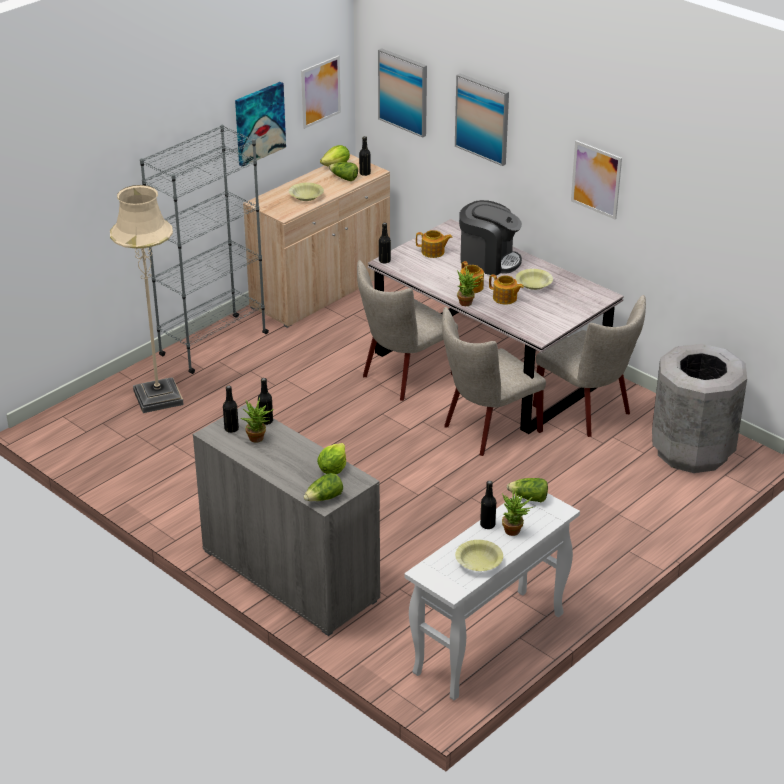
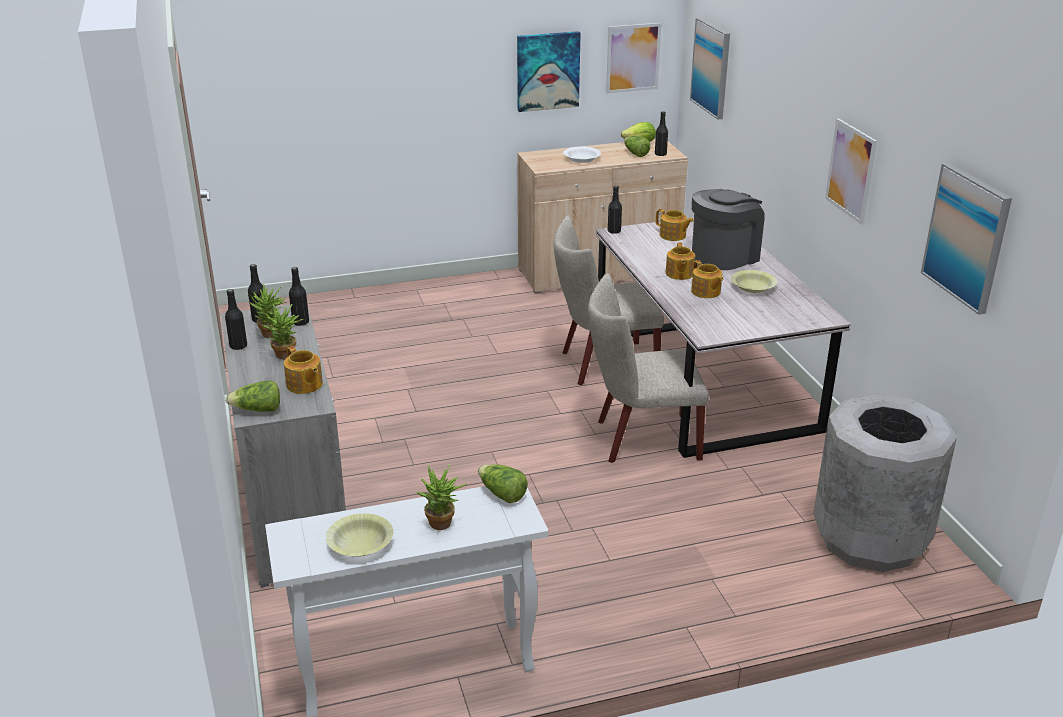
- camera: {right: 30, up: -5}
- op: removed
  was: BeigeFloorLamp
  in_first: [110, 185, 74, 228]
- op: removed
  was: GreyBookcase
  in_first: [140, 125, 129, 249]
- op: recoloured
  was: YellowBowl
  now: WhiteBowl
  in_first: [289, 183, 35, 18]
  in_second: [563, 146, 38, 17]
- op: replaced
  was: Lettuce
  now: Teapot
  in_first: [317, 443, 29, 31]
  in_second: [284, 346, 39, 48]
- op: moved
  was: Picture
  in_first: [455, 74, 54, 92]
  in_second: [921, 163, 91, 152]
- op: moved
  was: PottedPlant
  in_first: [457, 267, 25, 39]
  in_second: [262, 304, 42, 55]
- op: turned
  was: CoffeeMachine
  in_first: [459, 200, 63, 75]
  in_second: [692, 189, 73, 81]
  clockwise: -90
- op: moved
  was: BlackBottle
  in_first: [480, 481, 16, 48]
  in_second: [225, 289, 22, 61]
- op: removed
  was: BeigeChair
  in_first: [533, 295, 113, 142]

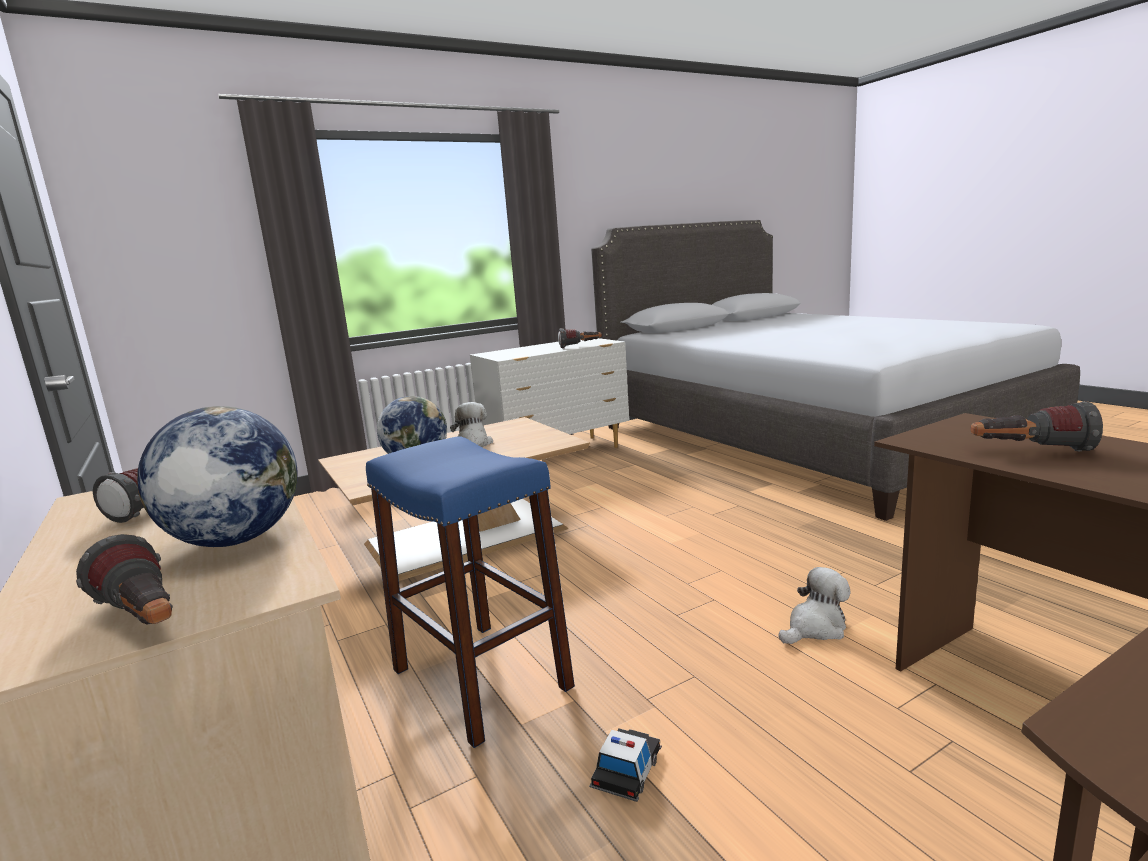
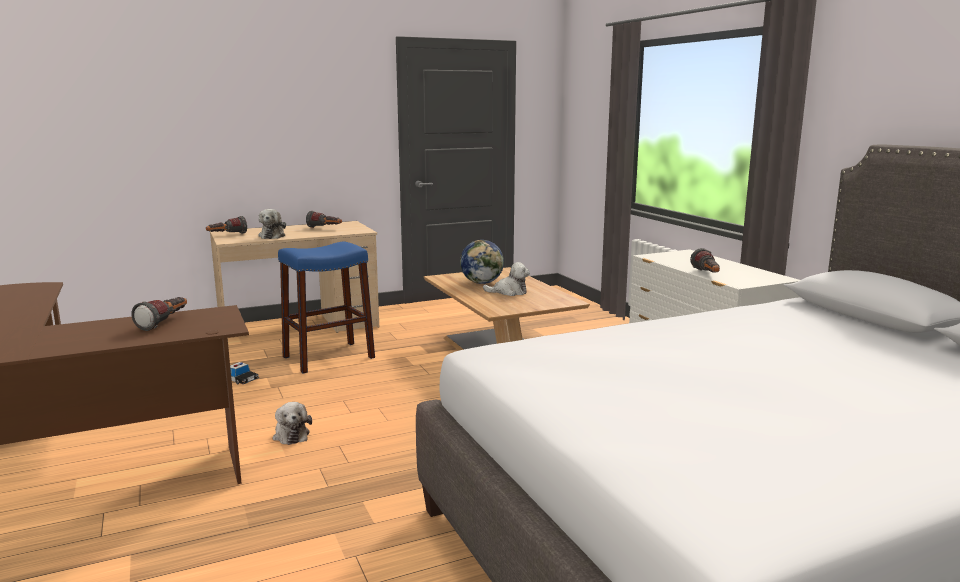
- camera: {right: 95, up: 0}
- op: replaced
  was: Globe
  now: PlushToy
  in_first: [137, 406, 161, 141]
  in_second: [258, 209, 28, 30]

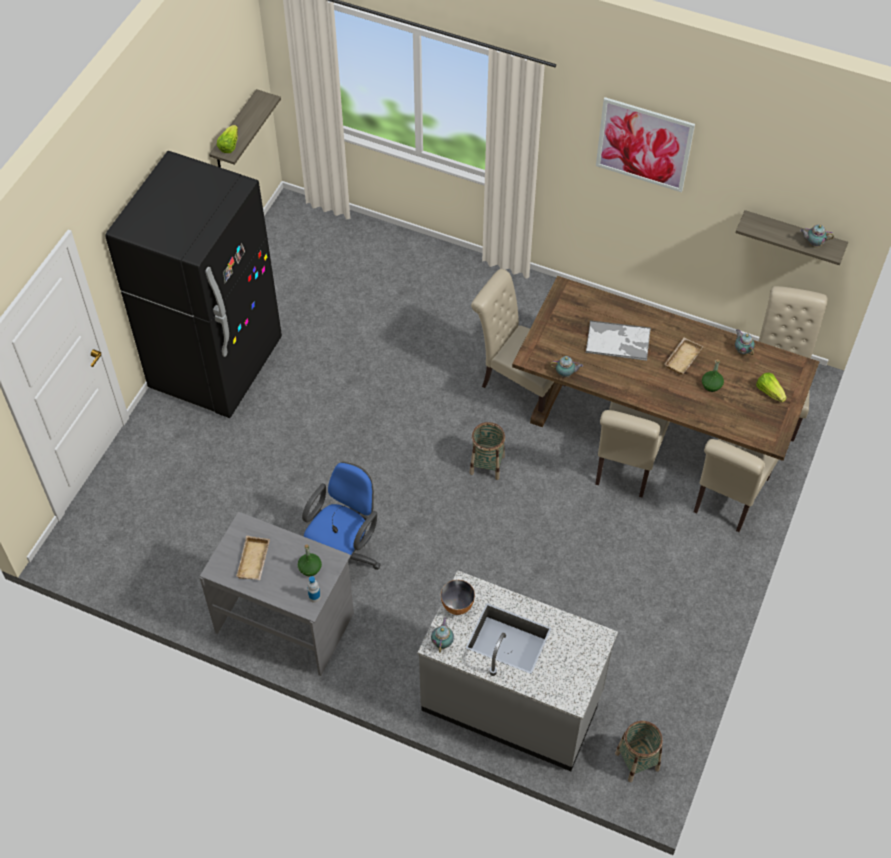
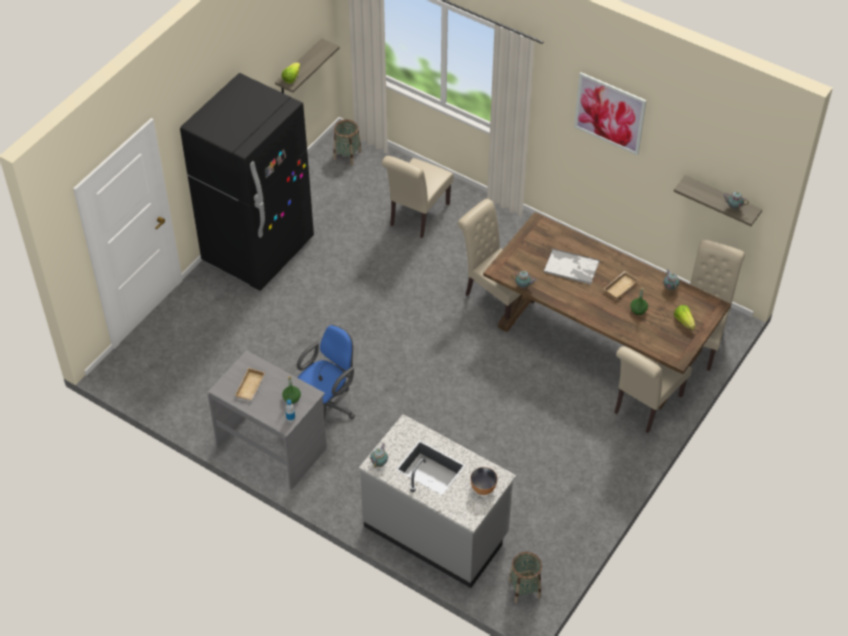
- camera: {right: 10, up: -5}
- op: moved
  was: Bowl
  in_first: [441, 580, 34, 35]
  in_second: [470, 467, 27, 28]
- op: moved
  was: Basket
  in_first: [470, 422, 35, 58]
  in_second: [333, 119, 29, 46]
- op: moved
  was: BeigeChair
  in_first: [595, 402, 75, 96]
  in_second: [382, 156, 72, 82]

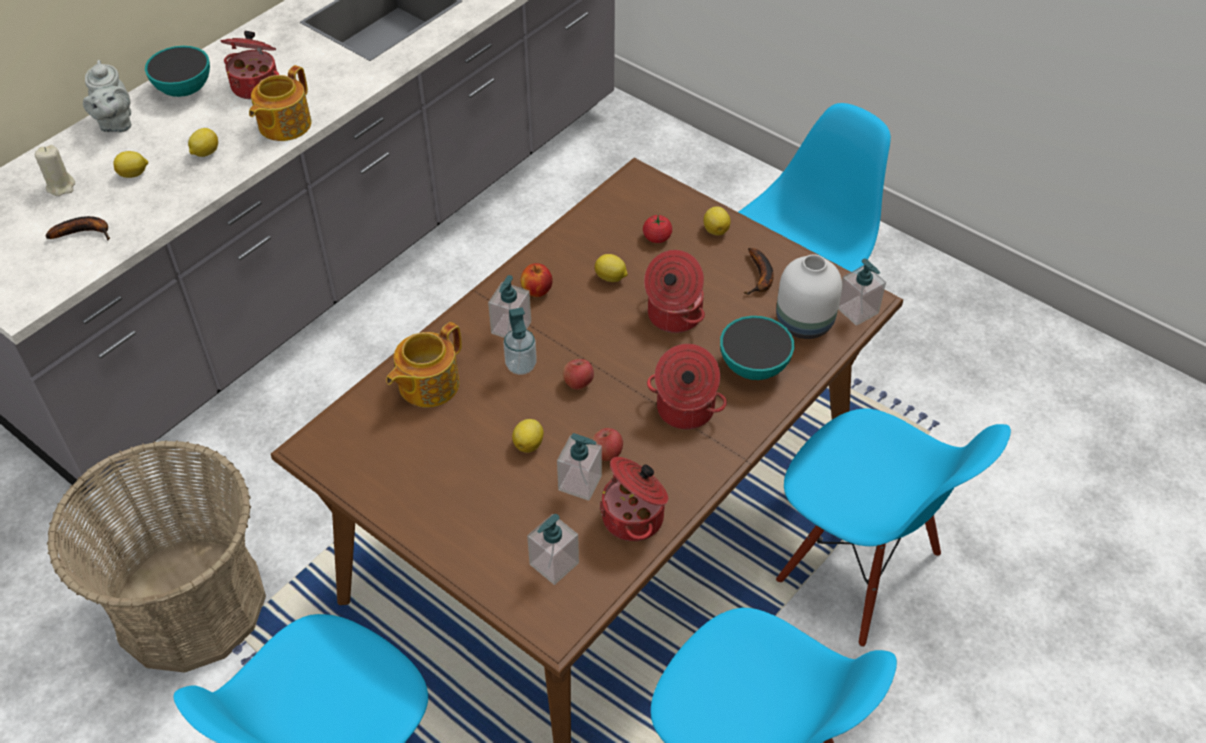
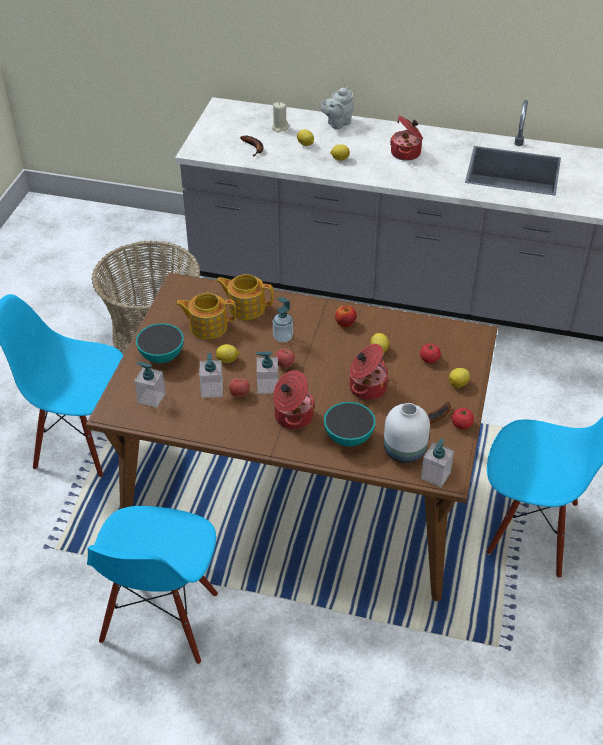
- camera: {right: 65, up: -5}
- op: moved
  was: Bowl
  in_first: [145, 46, 65, 51]
  in_second: [136, 323, 48, 40]
- op: moved
  was: Teapot
  in_first: [249, 65, 63, 76]
  in_second: [175, 293, 61, 46]
- op: moved
  was: SoapDispenser
  in_first: [488, 275, 43, 63]
  in_second: [256, 351, 22, 43]
- op: removed
  was: CookingPot
  in_first: [599, 457, 69, 84]
- op: removed
  was: BlueChair
  in_first: [776, 408, 235, 239]
- op: added
  now: Tomato
  in_second: [452, 408, 22, 21]

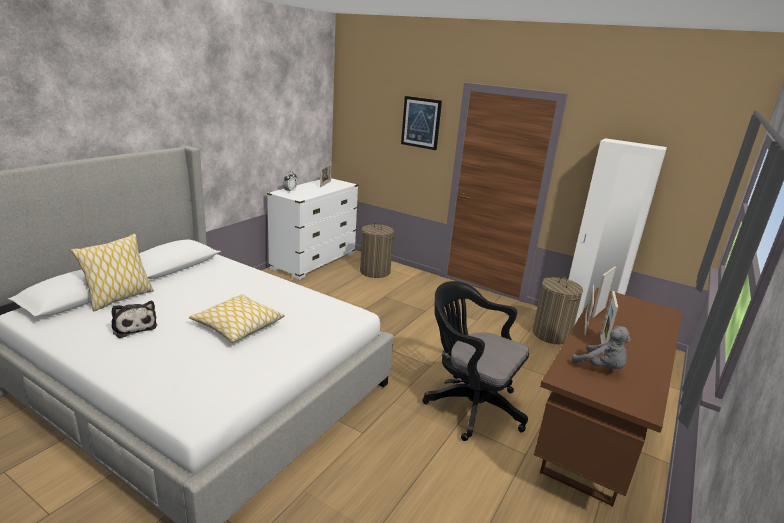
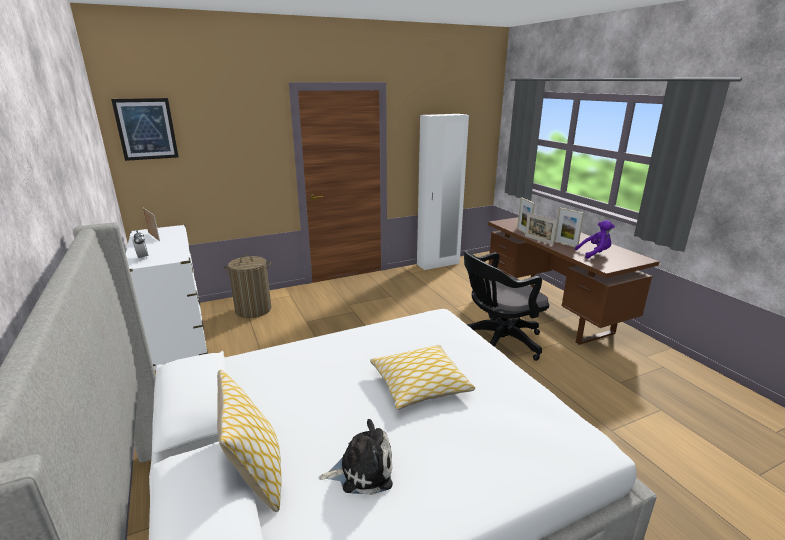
- camera: {right: -55, up: 0}
- op: moved
  was: Picture
  in_first: [401, 96, 41, 54]
  in_second: [111, 98, 68, 63]
- op: removed
  was: LaundryBasket
  in_first: [533, 277, 50, 67]
- op: recoloured
  was: GreyPlushToy
  now: PurplePlushToy
  in_first: [572, 326, 59, 43]
  in_second: [575, 220, 40, 39]

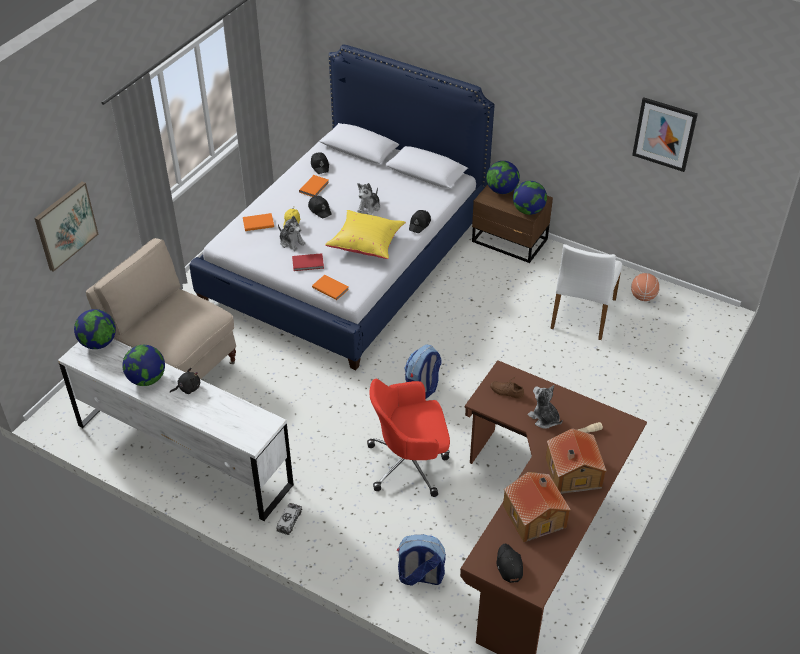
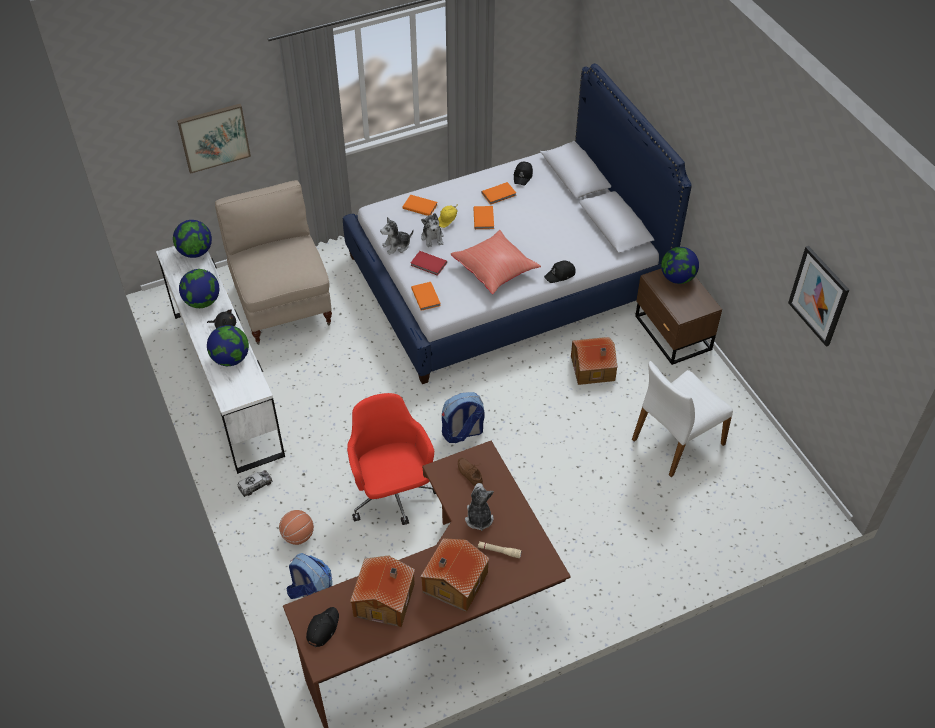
- camera: {right: 35, up: 5}
- op: replaced
  was: BlackCap
  now: OrangeBook
  in_first: [308, 196, 24, 22]
  in_second: [473, 206, 21, 23]
- op: recoloured
  was: YellowPillow
  now: RedPillow
  in_first: [325, 210, 81, 49]
  in_second: [451, 230, 90, 64]
- op: moved
  was: PlushToy
  in_first: [357, 183, 23, 32]
  in_second: [380, 217, 34, 38]
- op: turned
  was: RedOfficeChair
  in_first: [367, 379, 83, 118]
  in_second: [347, 393, 89, 132]
  clockwise: 45
- op: moved
  was: Globe
  in_first: [513, 181, 34, 34]
  in_second: [207, 325, 42, 41]
- op: moved
  was: Basketball
  in_first: [631, 273, 28, 28]
  in_second: [279, 510, 35, 35]
- op: added
  now: ToyHouse
  in_second: [571, 337, 47, 48]

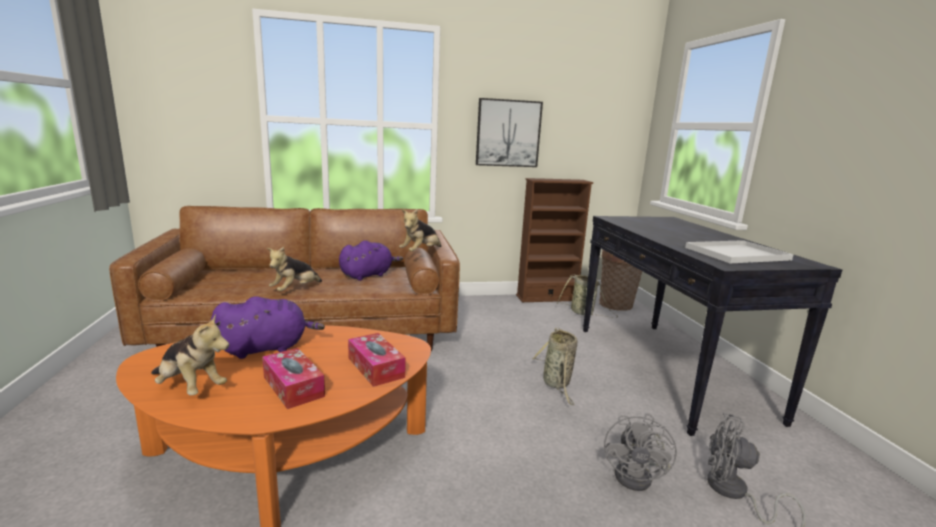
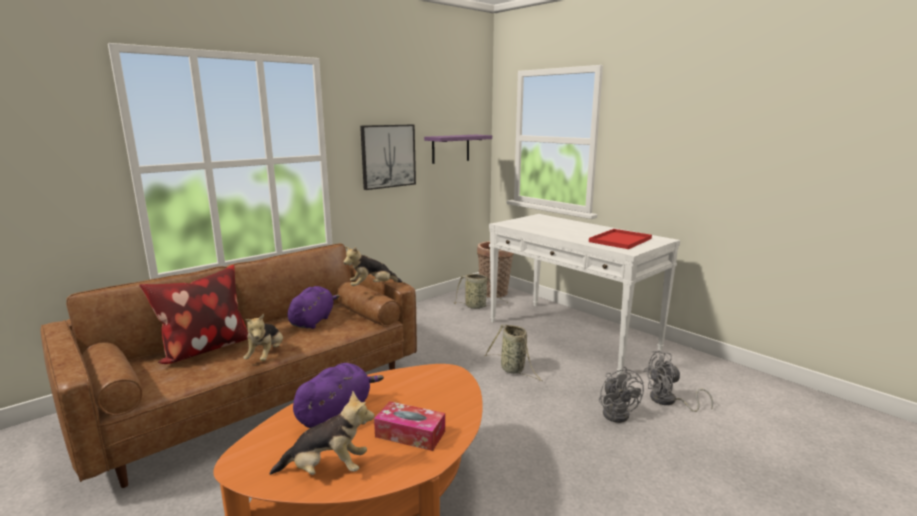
- camera: {right: -30, up: 0}
- op: removed
  was: TissueBox
  in_first: [348, 333, 58, 54]
- op: turned
  was: PlushToy
  in_first: [399, 209, 42, 43]
  in_second: [343, 247, 59, 39]
  clockwise: 60
- op: removed
  was: BrownBookcase
  in_first: [516, 178, 77, 124]
- op: recoloured
  was: BlackConsoleTable
  now: WhiteConsoleTable
  in_first: [583, 216, 259, 220]
  in_second: [489, 214, 191, 160]
- op: recoloured
  was: WhiteTray
  now: RedTray
  in_first: [685, 240, 109, 23]
  in_second: [589, 229, 63, 20]
- op: added
  now: Pillow
  in_second: [139, 265, 109, 99]
- op: added
  now: PurpleShelf
  in_second: [424, 135, 68, 29]

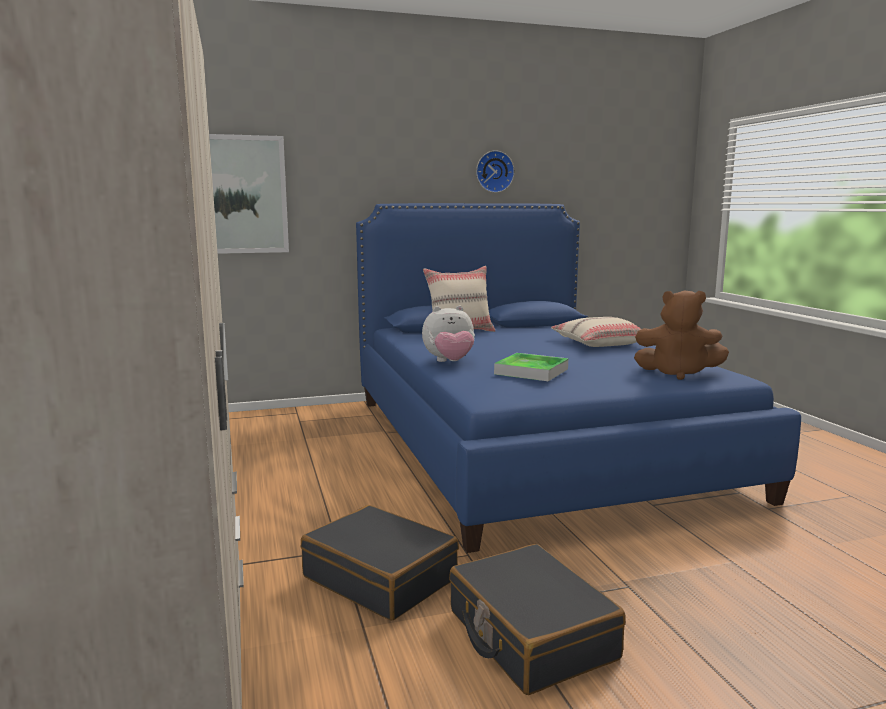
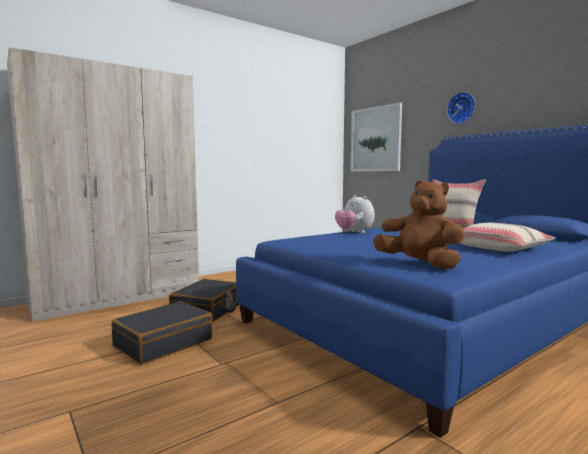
- camera: {right: 70, up: -5}
- op: moved
  was: WallClock
  in_first: [476, 150, 39, 43]
  in_second: [447, 92, 29, 32]
- op: removed
  was: Tray
  in_first: [494, 353, 74, 28]
- op: turned
  was: BrownPlushToy
  in_first: [634, 290, 95, 90]
  in_second: [373, 180, 92, 89]
  clockwise: 135

